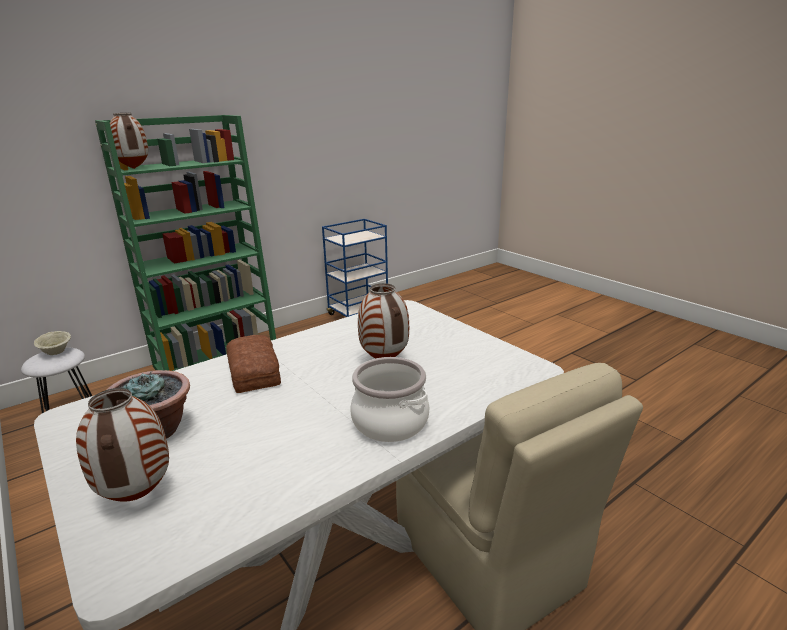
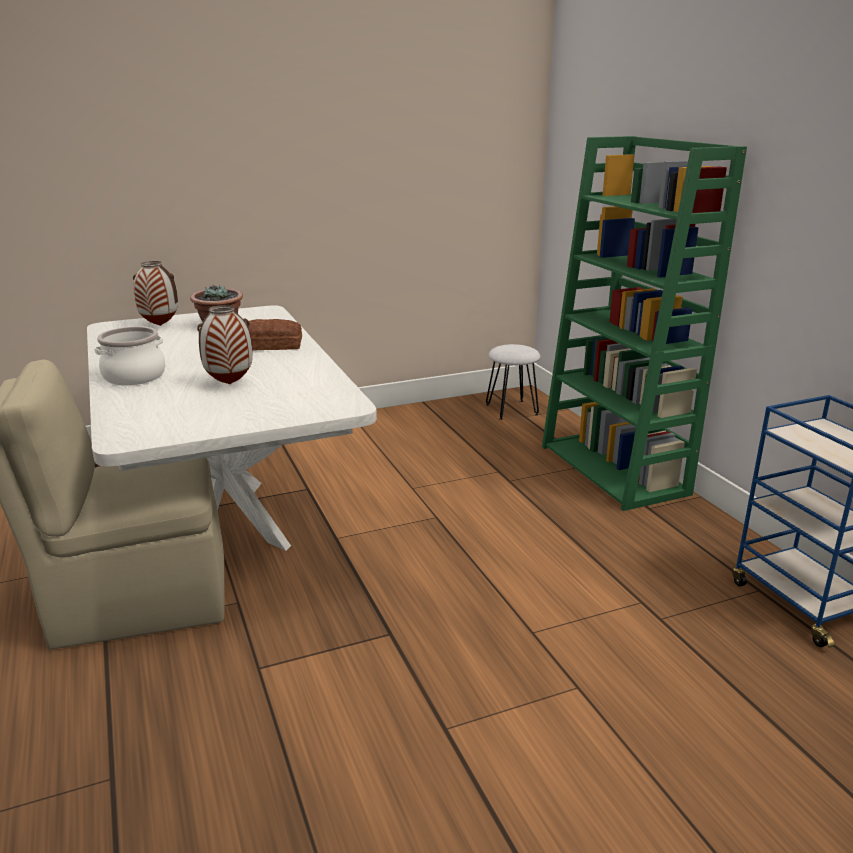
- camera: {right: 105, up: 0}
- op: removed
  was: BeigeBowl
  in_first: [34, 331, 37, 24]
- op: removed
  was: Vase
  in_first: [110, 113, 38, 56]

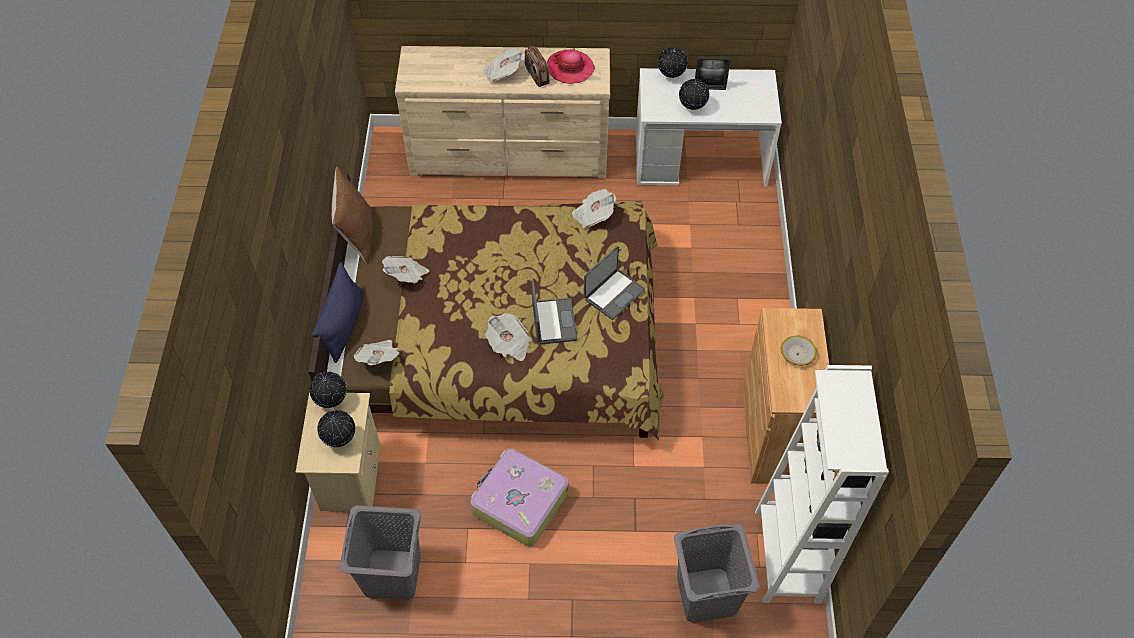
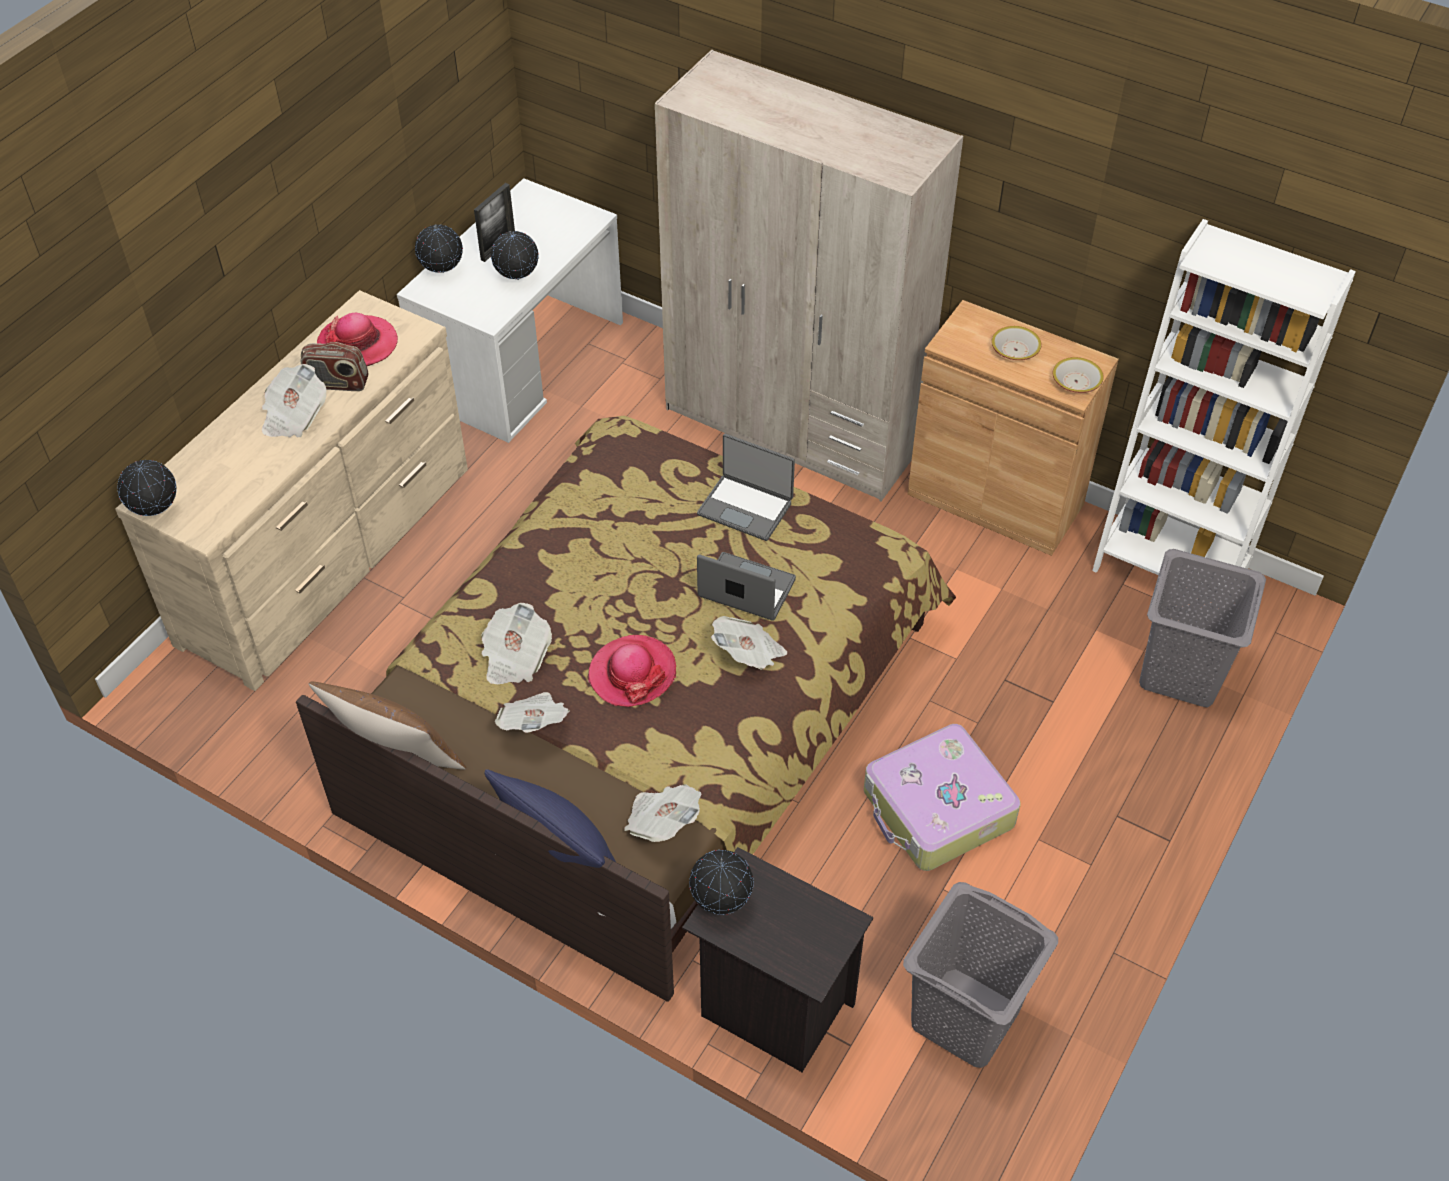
- camera: {right: -60, up: -5}
- op: recoloured
  was: BeigeNightstand
  now: BlackNightstand
  in_first: [296, 392, 85, 120]
  in_second: [682, 847, 191, 225]
- op: moved
  was: Globe
  in_first: [317, 410, 38, 37]
  in_second: [117, 460, 60, 56]
- op: moved
  was: Newspaper
  in_first: [572, 189, 44, 39]
  in_second: [481, 603, 71, 81]
- op: turned
  was: Laptop
  in_first: [584, 246, 61, 74]
  in_second: [697, 434, 98, 107]
  clockwise: 135
- op: added
  now: Hat
  in_second: [588, 635, 88, 72]
- op: added
  now: BeigeWardrobe
  in_second: [655, 49, 308, 452]
- op: added
  now: Bowl
  in_second: [1052, 357, 52, 36]

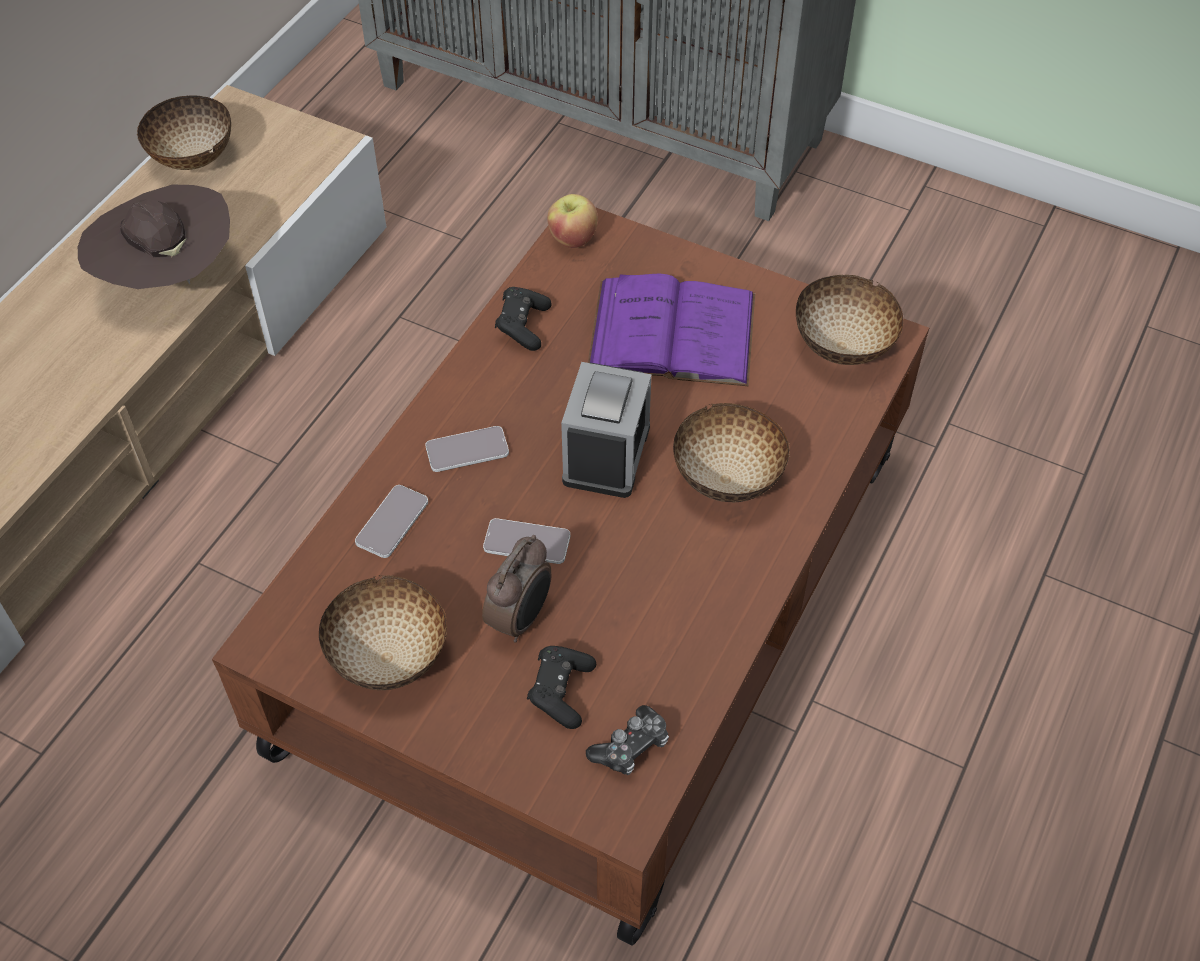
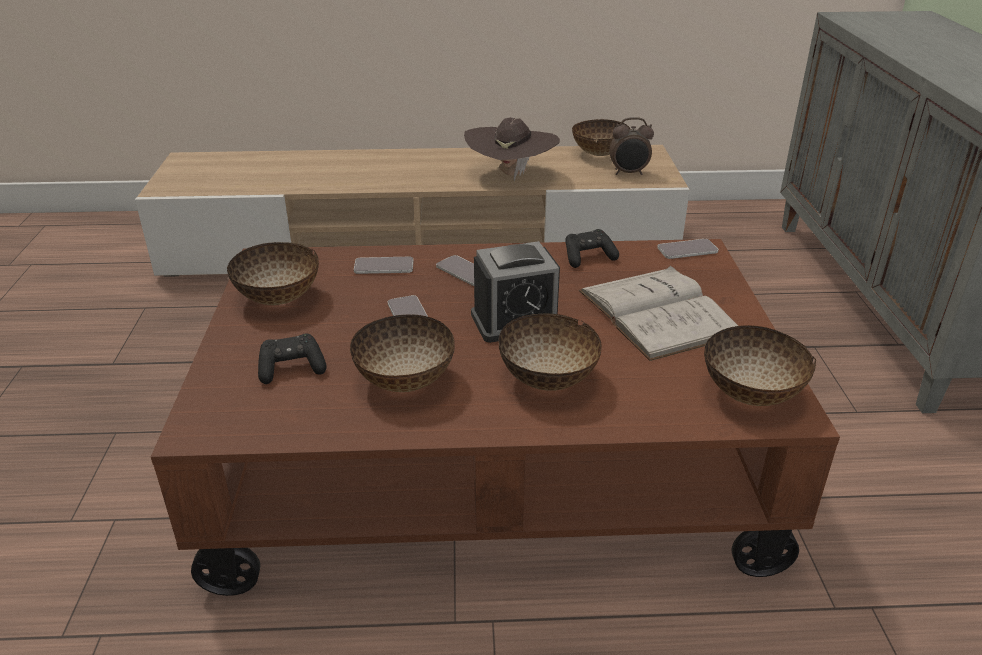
- camera: {right: 60, up: -20}
- op: moved
  was: AlarmClock
  in_first: [482, 535, 69, 108]
  in_second: [609, 117, 45, 58]
- op: replaced
  was: Apple
  now: Phone
  in_first: [547, 194, 51, 54]
  in_second: [657, 239, 62, 20]
- op: removed
  was: GameController
  in_first: [586, 705, 83, 70]
- op: recoloured
  was: PurpleBook
  now: WhiteBook
  in_first: [588, 274, 167, 112]
  in_second: [579, 266, 159, 95]
- op: added
  now: Bowl
  in_second: [350, 314, 105, 78]

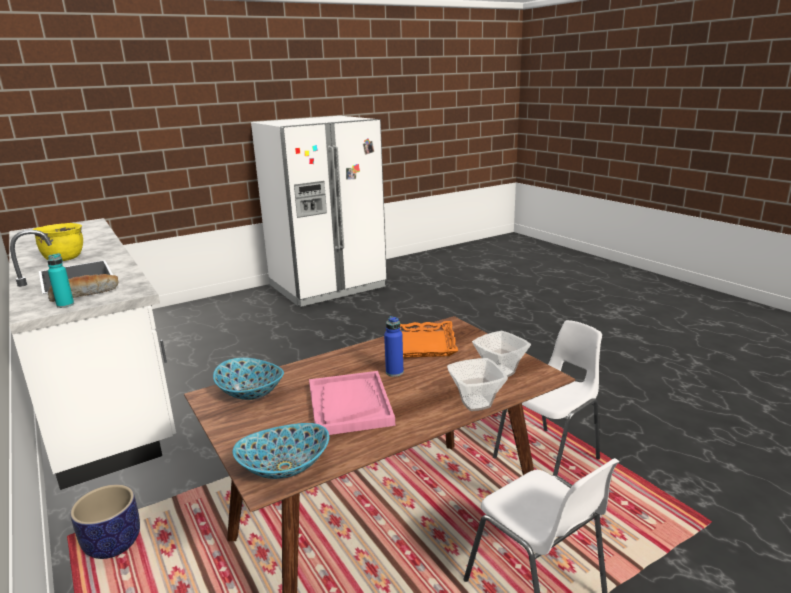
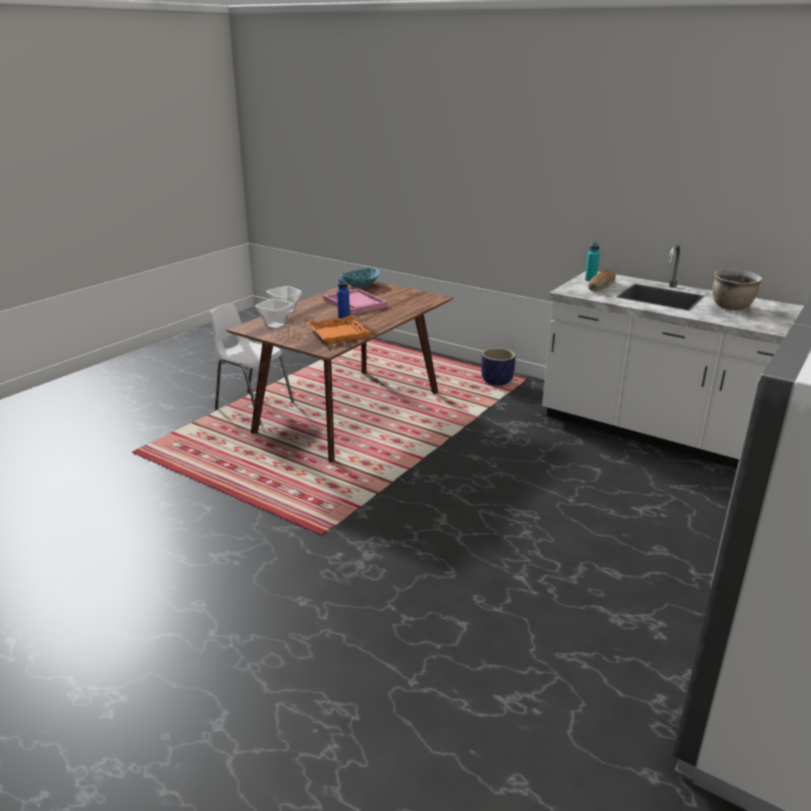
- camera: {right: 155, up: 5}
- op: recoloured
  was: YellowCookingPot
  now: BrownCookingPot
  in_first: [32, 223, 51, 38]
  in_second: [712, 269, 50, 41]
- op: removed
  was: Bowl
  in_first: [213, 358, 71, 42]
- op: removed
  was: WhiteChair
  in_first: [493, 320, 109, 156]

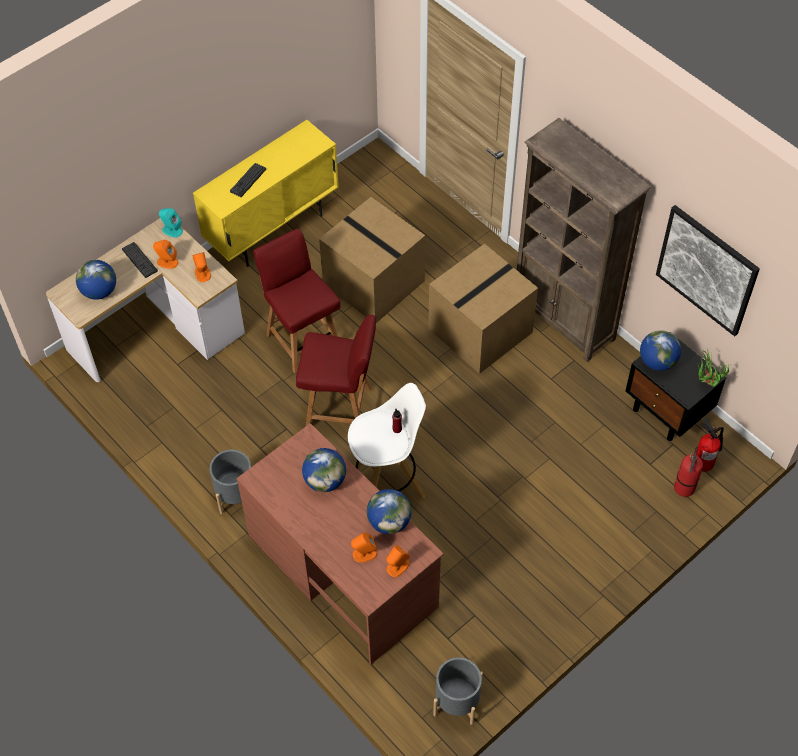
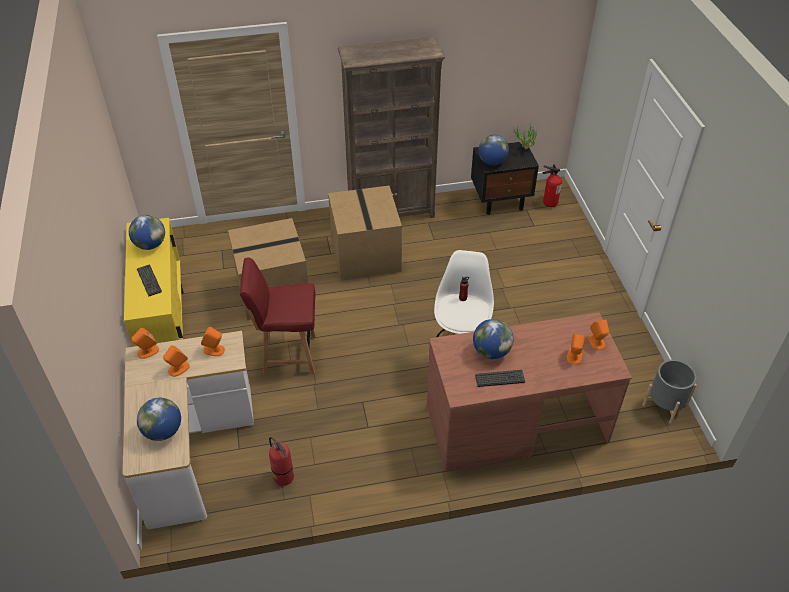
- camera: {right: -60, up: -10}
- op: moved
  was: Keyboard
  in_first: [122, 242, 36, 36]
  in_second: [475, 370, 50, 17]
- op: recoloured
  was: TurquoiseSpeaker
  now: OrangeSpeaker
  in_first: [159, 208, 24, 30]
  in_second: [131, 328, 28, 31]
- op: removed
  was: GreyPlanter
  in_first: [210, 450, 41, 64]
- op: removed
  was: RedChair
  in_first: [296, 315, 80, 111]
- op: moved
  was: Globe
  in_first: [367, 489, 45, 45]
  in_second: [129, 215, 36, 35]
- op: removed
  was: Picture
  in_first: [656, 205, 104, 131]
- op: moved
  was: FireExtinguisher
  in_first: [674, 447, 29, 50]
  in_second: [269, 437, 25, 49]

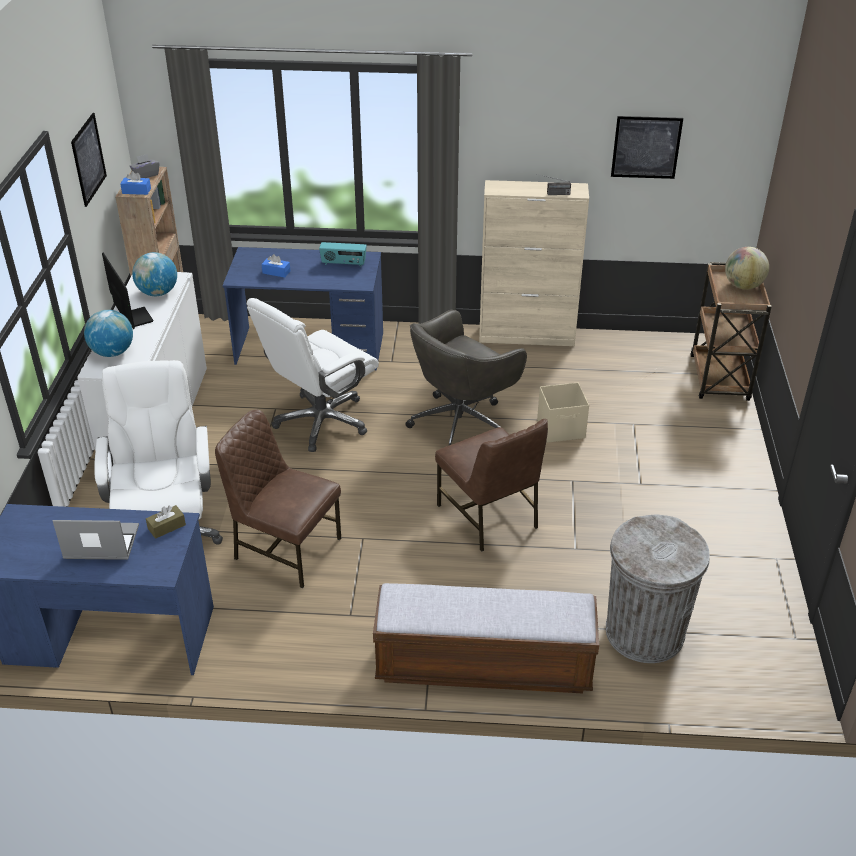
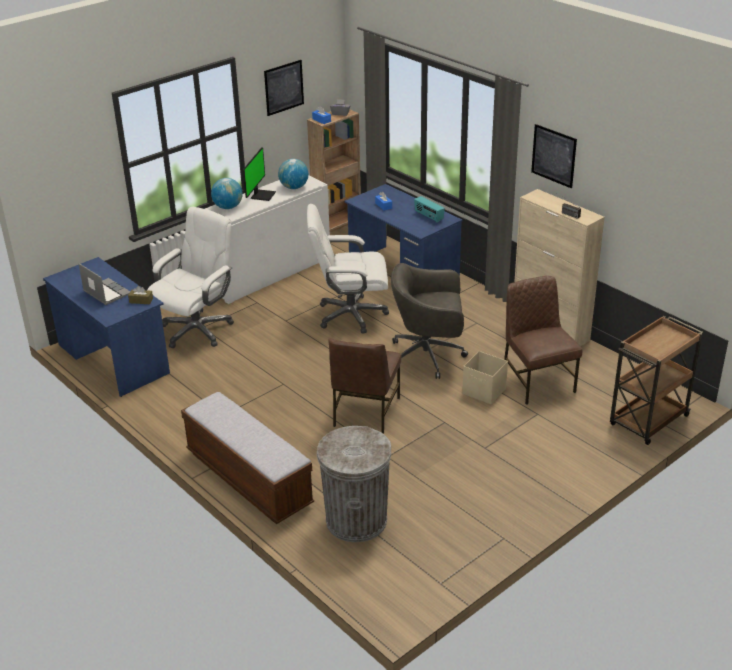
- camera: {right: 45, up: -5}
- op: moved
  was: BrownChair
  in_first: [215, 409, 126, 179]
  in_second: [504, 275, 78, 130]
- op: moved
  was: Picture
  in_first: [611, 116, 72, 63]
  in_second: [531, 124, 46, 64]
- op: removed
  was: Globe
  in_first: [725, 247, 44, 43]

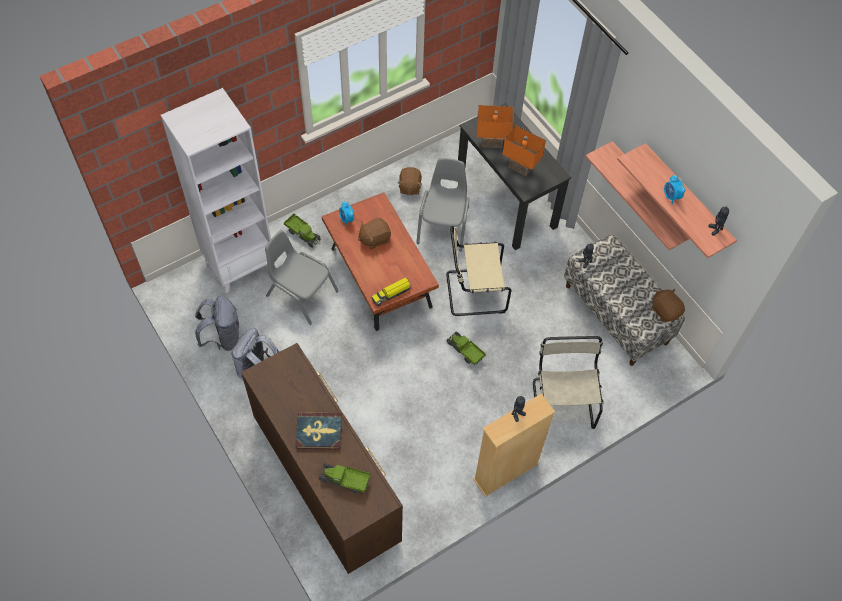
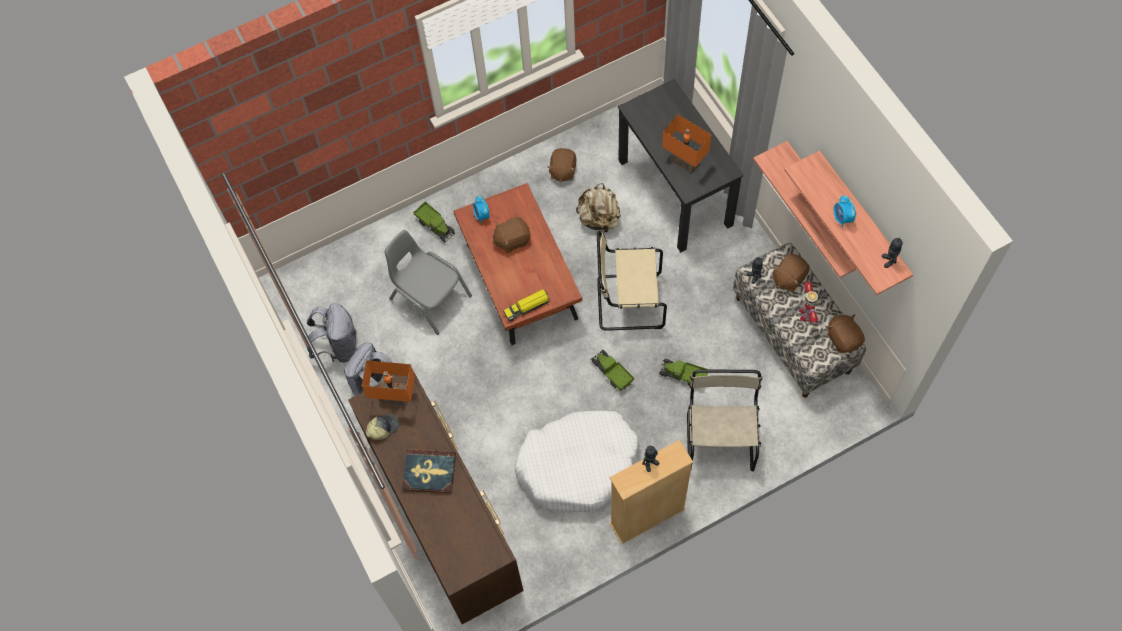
- camera: {right: 10, up: 5}
- op: removed
  was: WhiteBookcase
  in_first: [161, 88, 110, 205]
- op: moved
  was: ToyTruck
  in_first: [318, 463, 52, 30]
  in_second: [659, 359, 49, 26]
- op: replaced
  was: GreyChair
  now: BeigeBackpack
  in_first: [416, 158, 54, 93]
  in_second: [576, 183, 45, 49]
- op: moved
  was: OrangeTableLamp
  in_first: [477, 105, 36, 43]
  in_second: [361, 360, 54, 46]
- op: added
  now: Cap
  in_second: [366, 414, 34, 26]
- op: added
  now: WhiteDogBed
  in_second: [514, 411, 126, 101]
- op: added
  now: BrownPlushToy
  in_second: [773, 254, 37, 38]
- op: added
  now: ToyRobot
  in_second: [799, 282, 19, 42]

